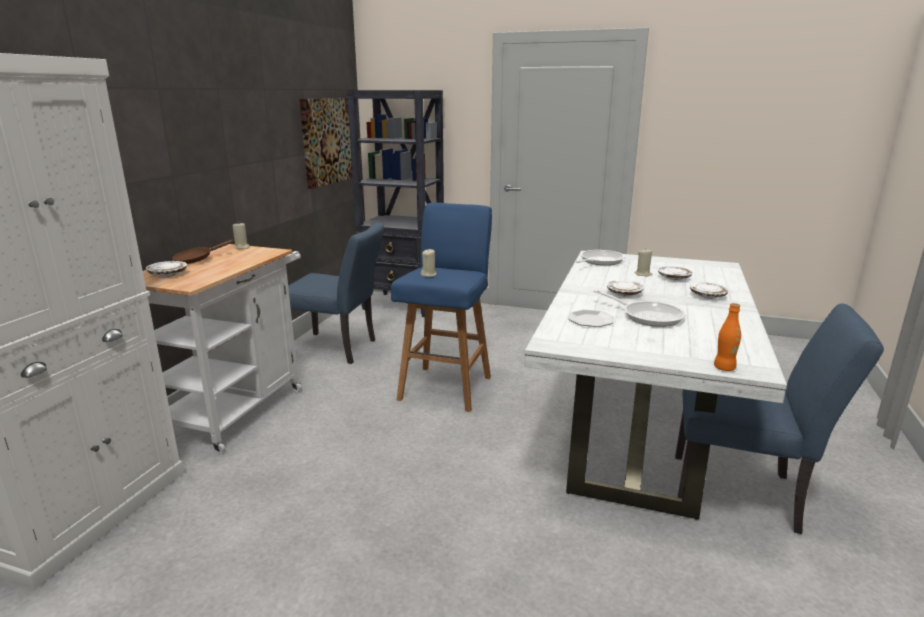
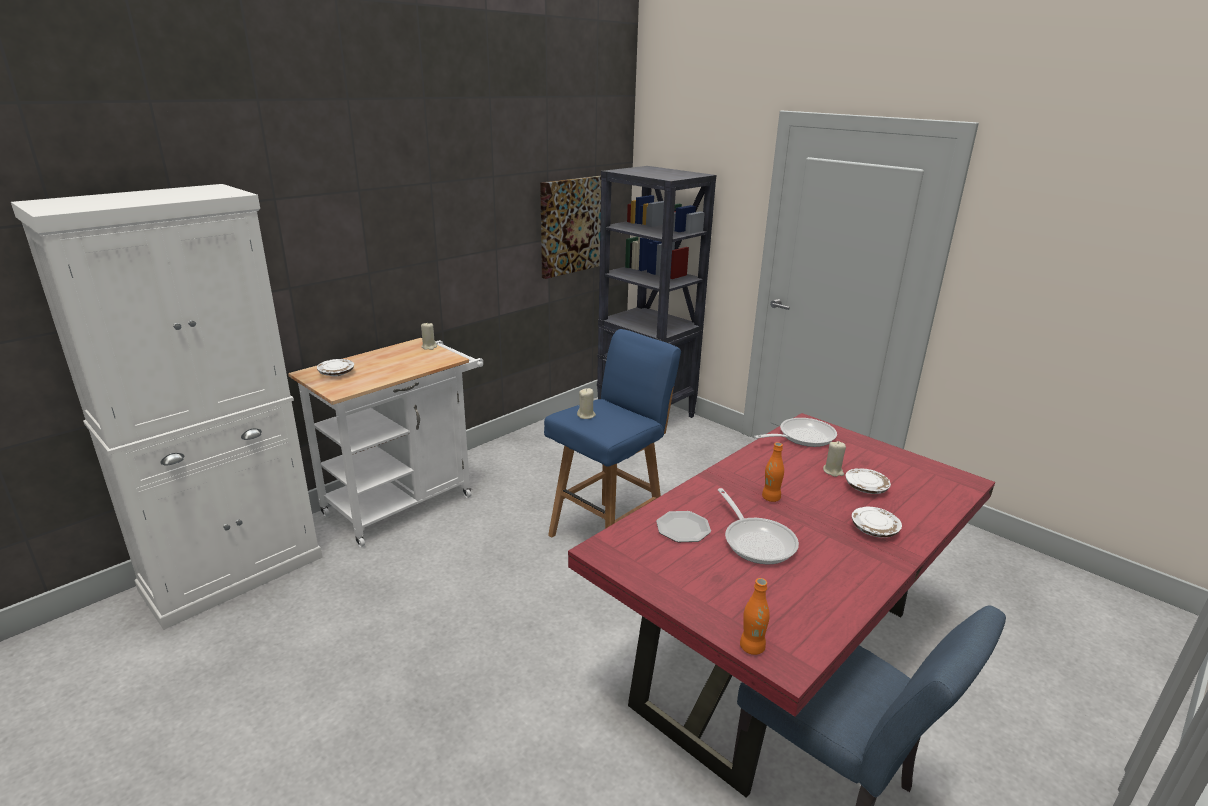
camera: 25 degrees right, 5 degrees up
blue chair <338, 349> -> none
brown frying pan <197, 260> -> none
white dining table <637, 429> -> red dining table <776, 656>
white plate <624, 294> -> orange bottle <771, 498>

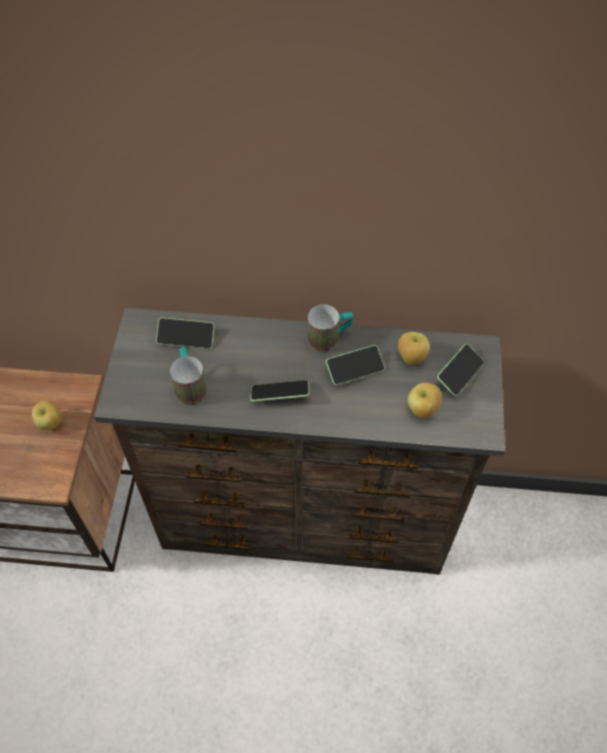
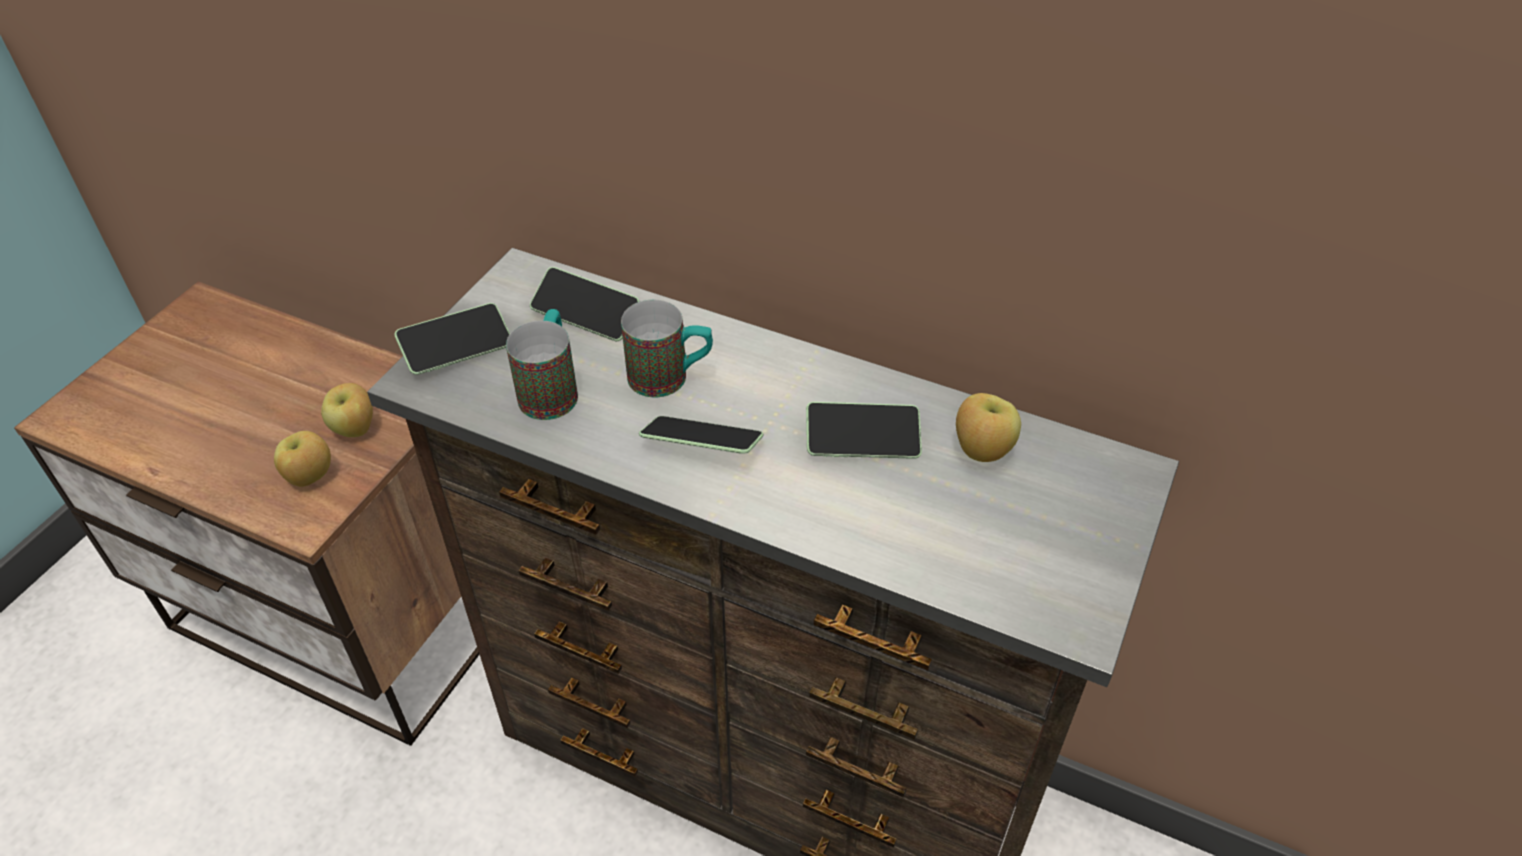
camera: 20 degrees right, 10 degrees down
mug <329, 339> -> mug <670, 378>, move
phone <459, 374> -> phone <457, 350>, move
apple <422, 410> -> apple <310, 477>, move

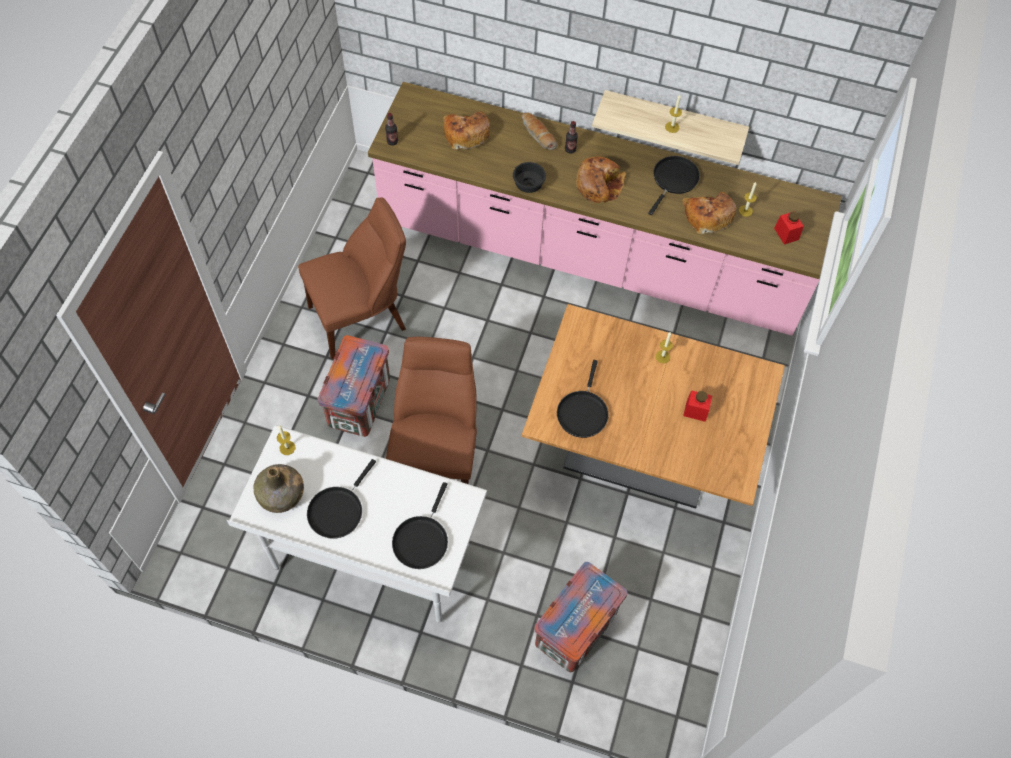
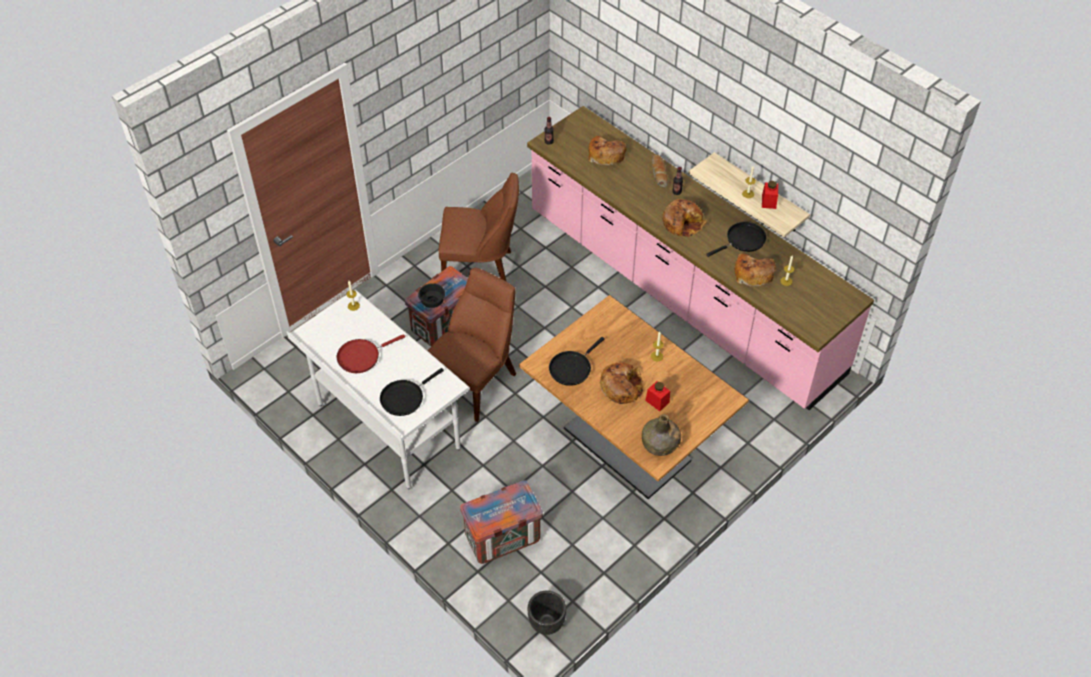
camera: 30 degrees right, 10 degrees down
black bowl <528, 185> -> black bowl <432, 302>, move
red jar <786, 234> -> red jar <768, 202>, move
black frying pan <338, 510> -> red frying pan <361, 356>
green bottle <281, 495> -> green bottle <660, 444>, move
none -> bread <621, 387>
none -> black planter <547, 623>

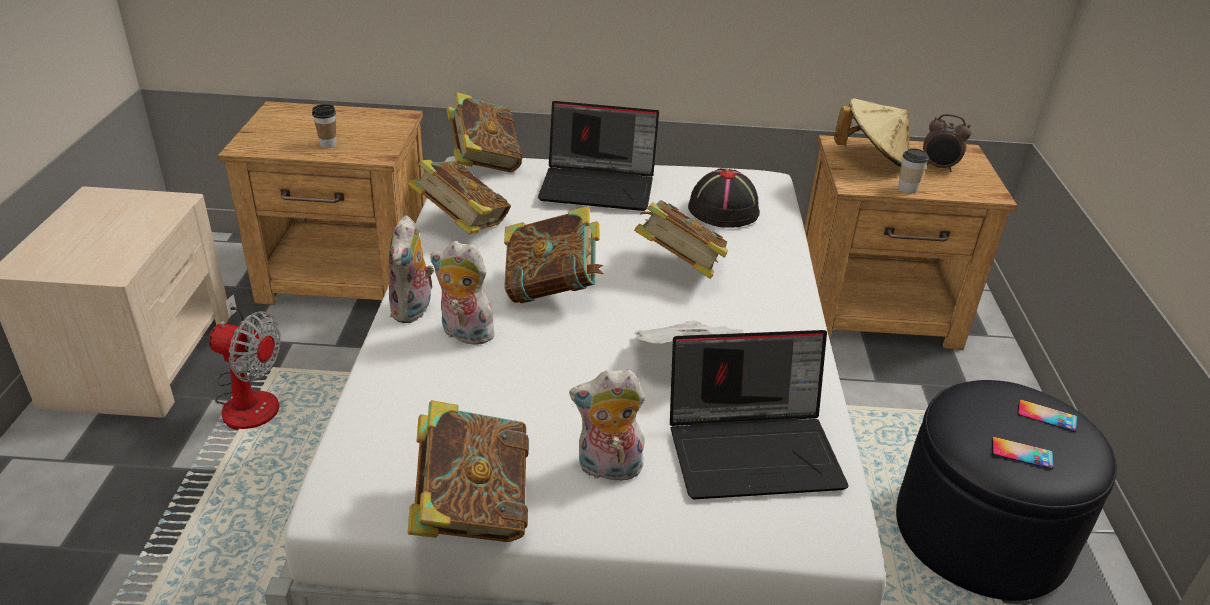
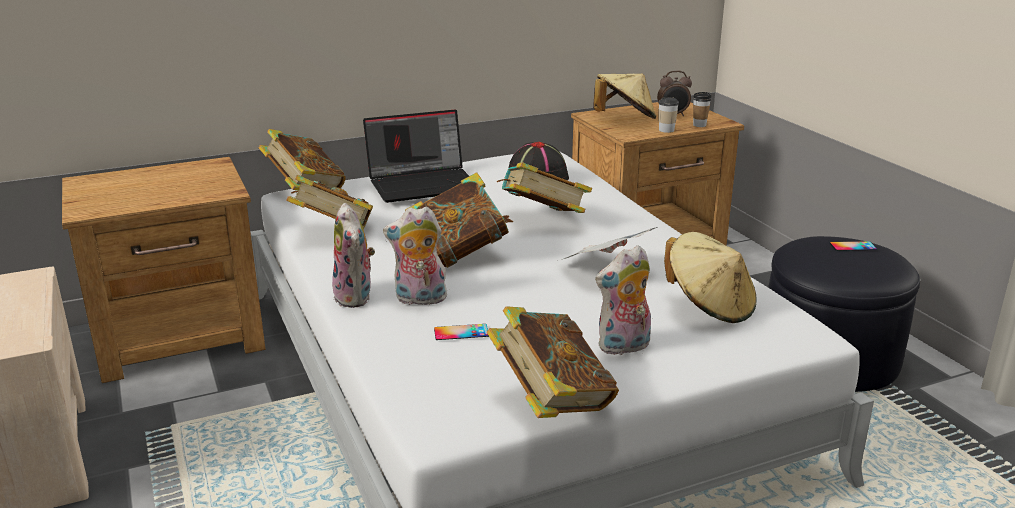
camera: 25 degrees left, 10 degrees down
cup <328, 144> -> cup <699, 125>, move
fan <249, 398> -> none
laptop <754, 449> -> beige hat <709, 306>
phone <1022, 453> -> phone <461, 332>, move

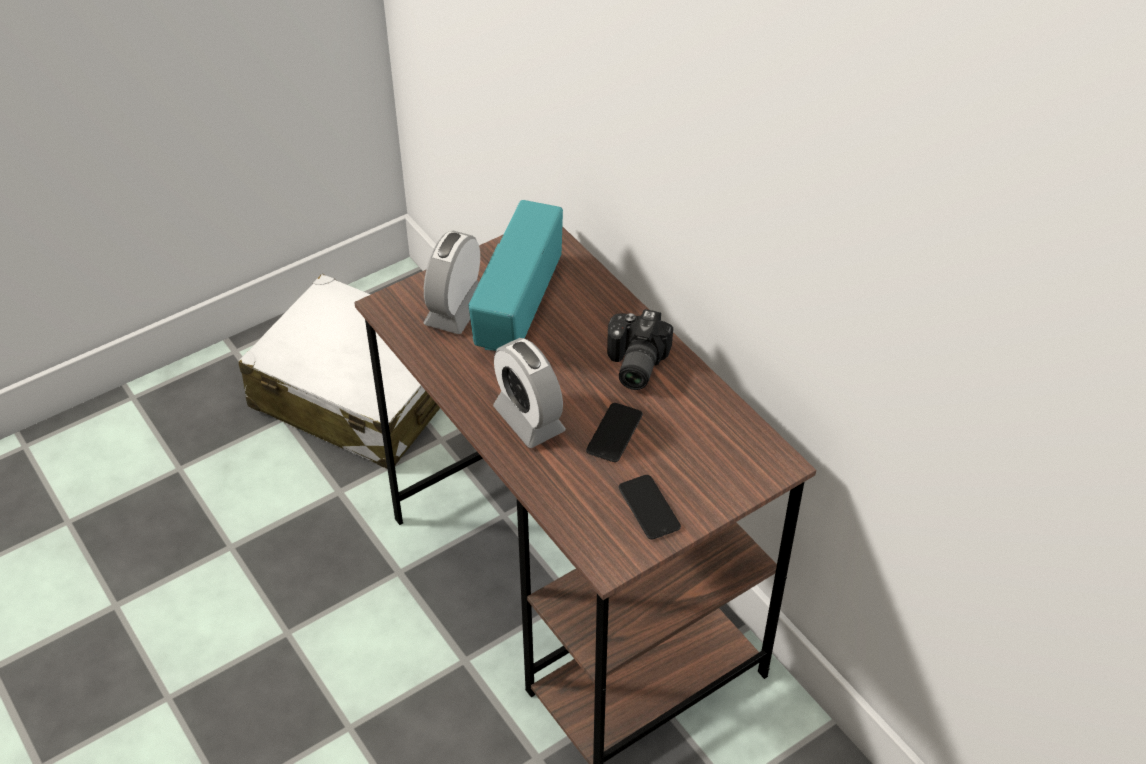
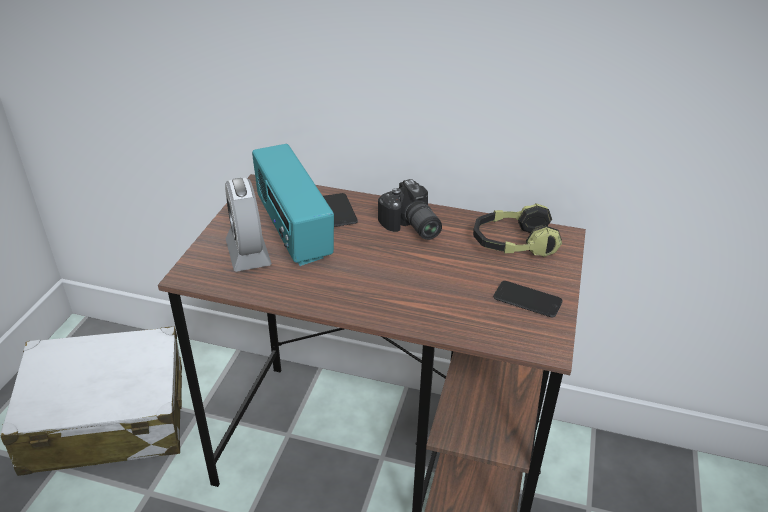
camera: 40 degrees left, 10 degrees down
alarm clock <529, 419> -> none
phone <614, 433> -> phone <338, 210>, move
none -> headphones <513, 244>

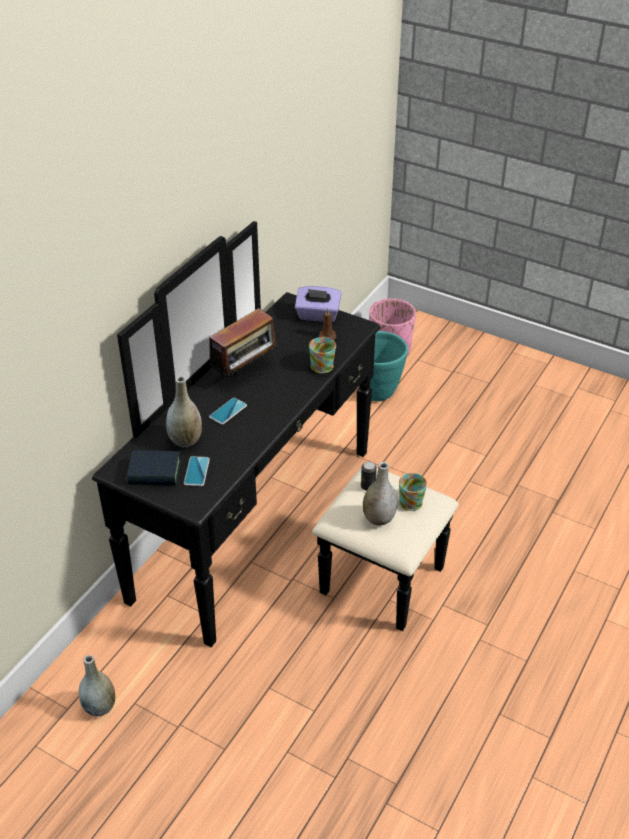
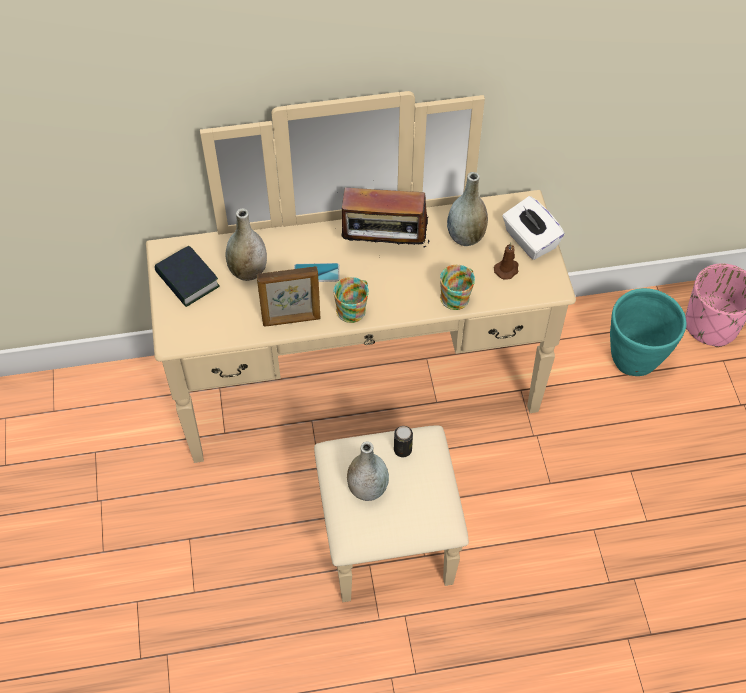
camera: 50 degrees right, 15 degrees up
black dresser <283, 534> -> beige dresser <367, 421>
purple tissue box <318, 315> -> white tissue box <529, 240>
phone <197, 471> -> none
mug <410, 499> -> mug <354, 308>, move
grey vase <100, 707> -> grey vase <465, 237>, move
none -> picture frame <291, 320>

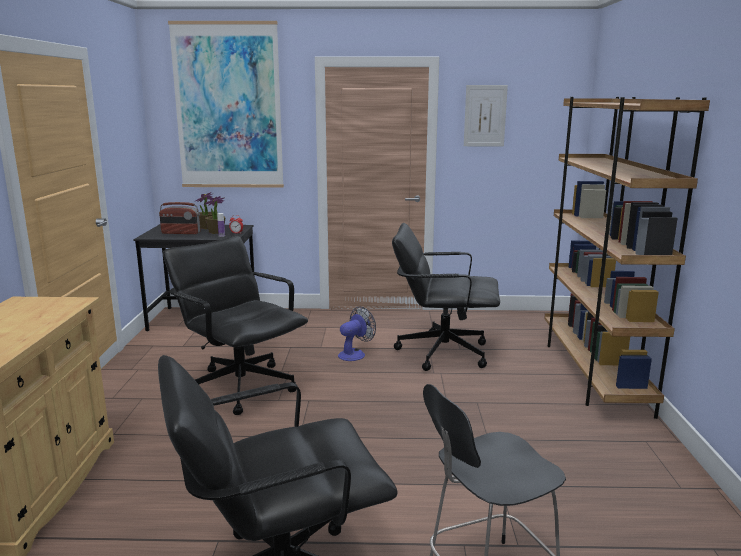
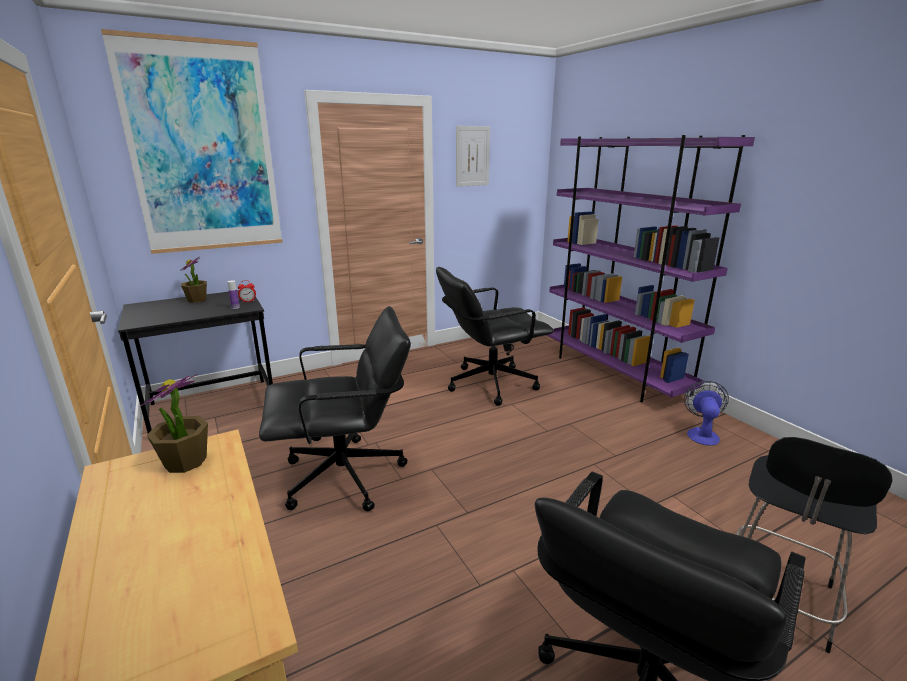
camera: 30 degrees left, 5 degrees up
brown bookcase <593, 373> -> purple bookcase <614, 373>
potted plant <216, 232> -> potted plant <185, 462>, move
radio <181, 233> -> none
black office chair <241, 387> -> black office chair <345, 476>, 150 degrees clockwise
fan <355, 354> -> fan <701, 433>, move

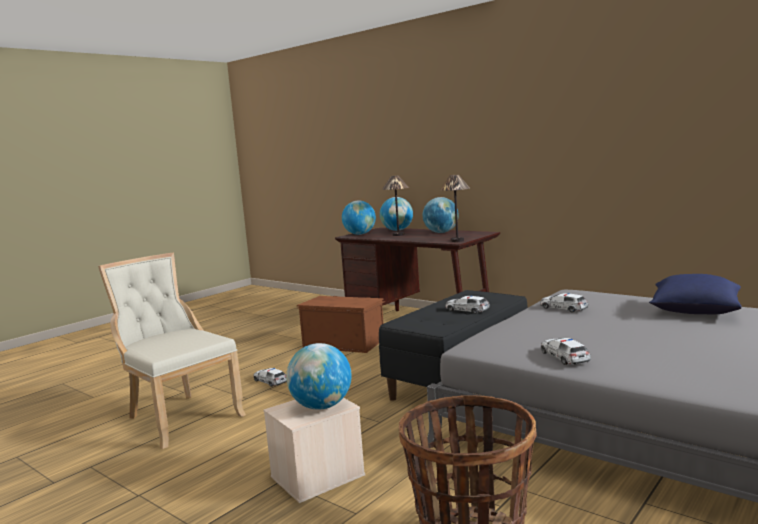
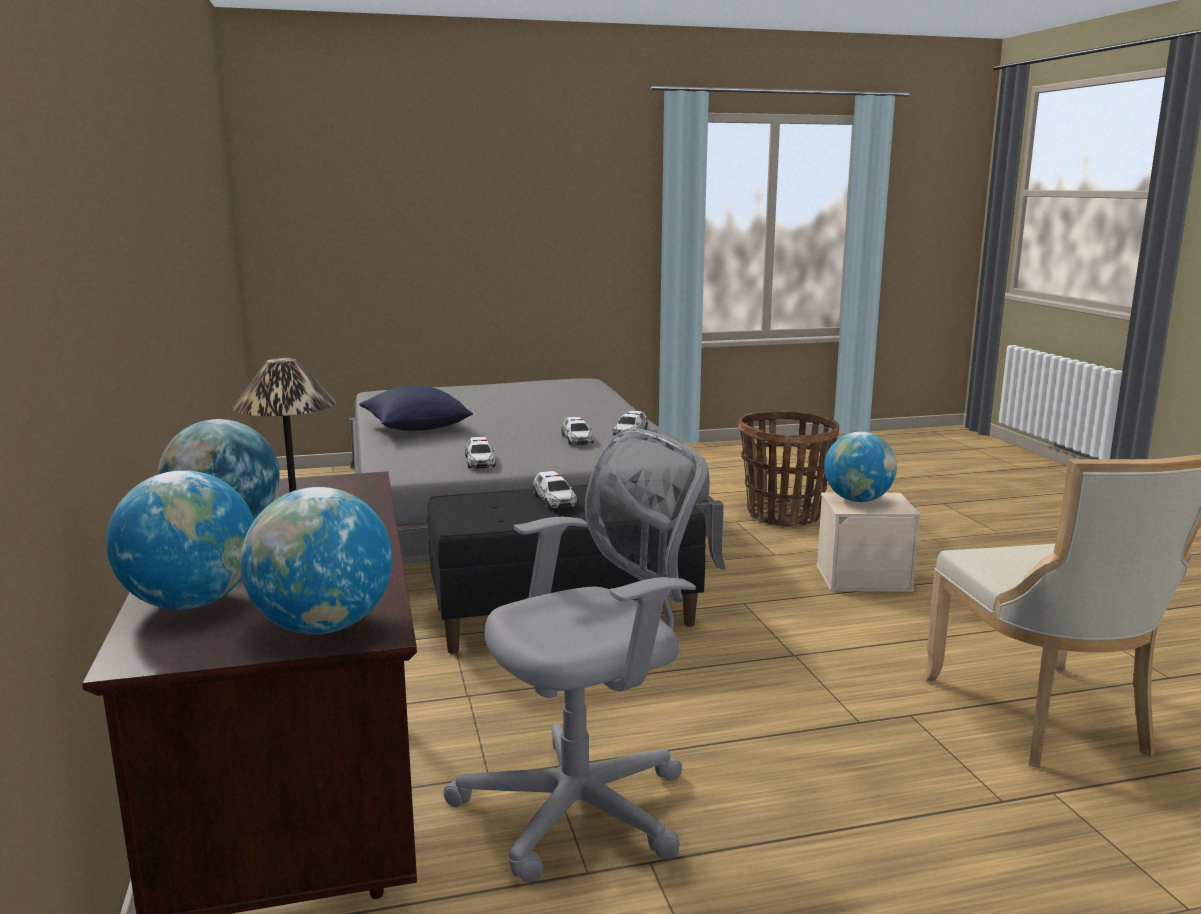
camera: 145 degrees left, 5 degrees up
table lamp <457, 241> -> none
brown storage box <344, 343> -> grey office chair <585, 806>
toy car <270, 381> -> toy car <577, 439>, move

